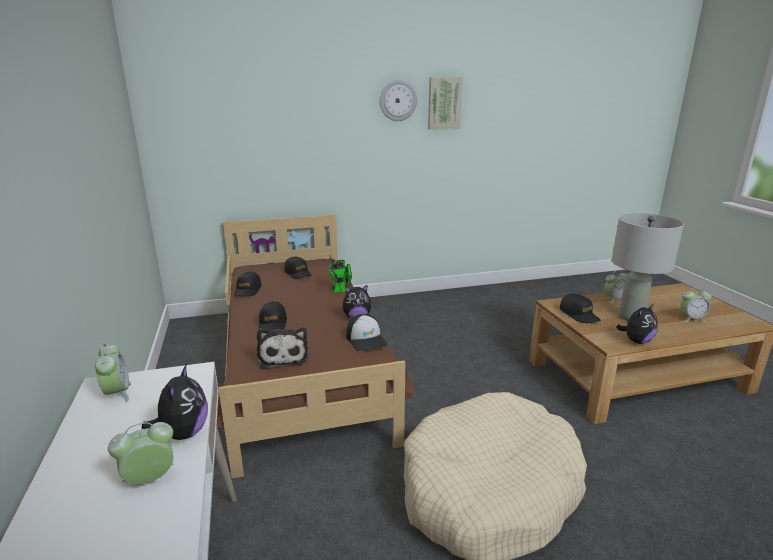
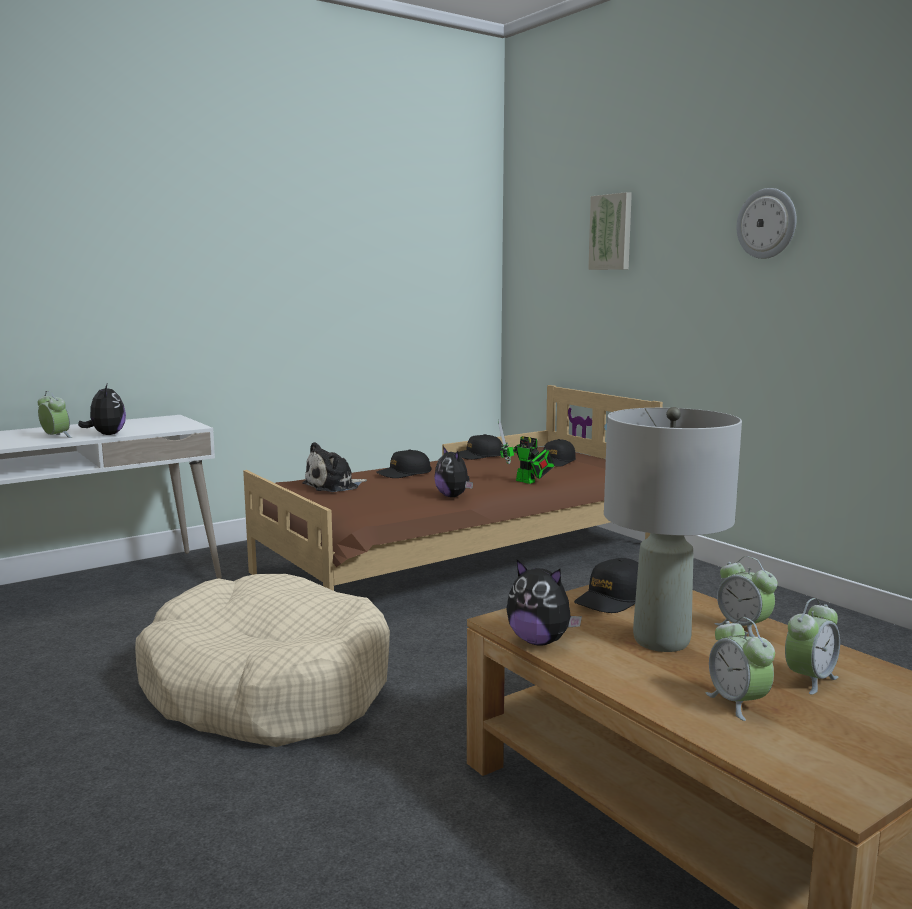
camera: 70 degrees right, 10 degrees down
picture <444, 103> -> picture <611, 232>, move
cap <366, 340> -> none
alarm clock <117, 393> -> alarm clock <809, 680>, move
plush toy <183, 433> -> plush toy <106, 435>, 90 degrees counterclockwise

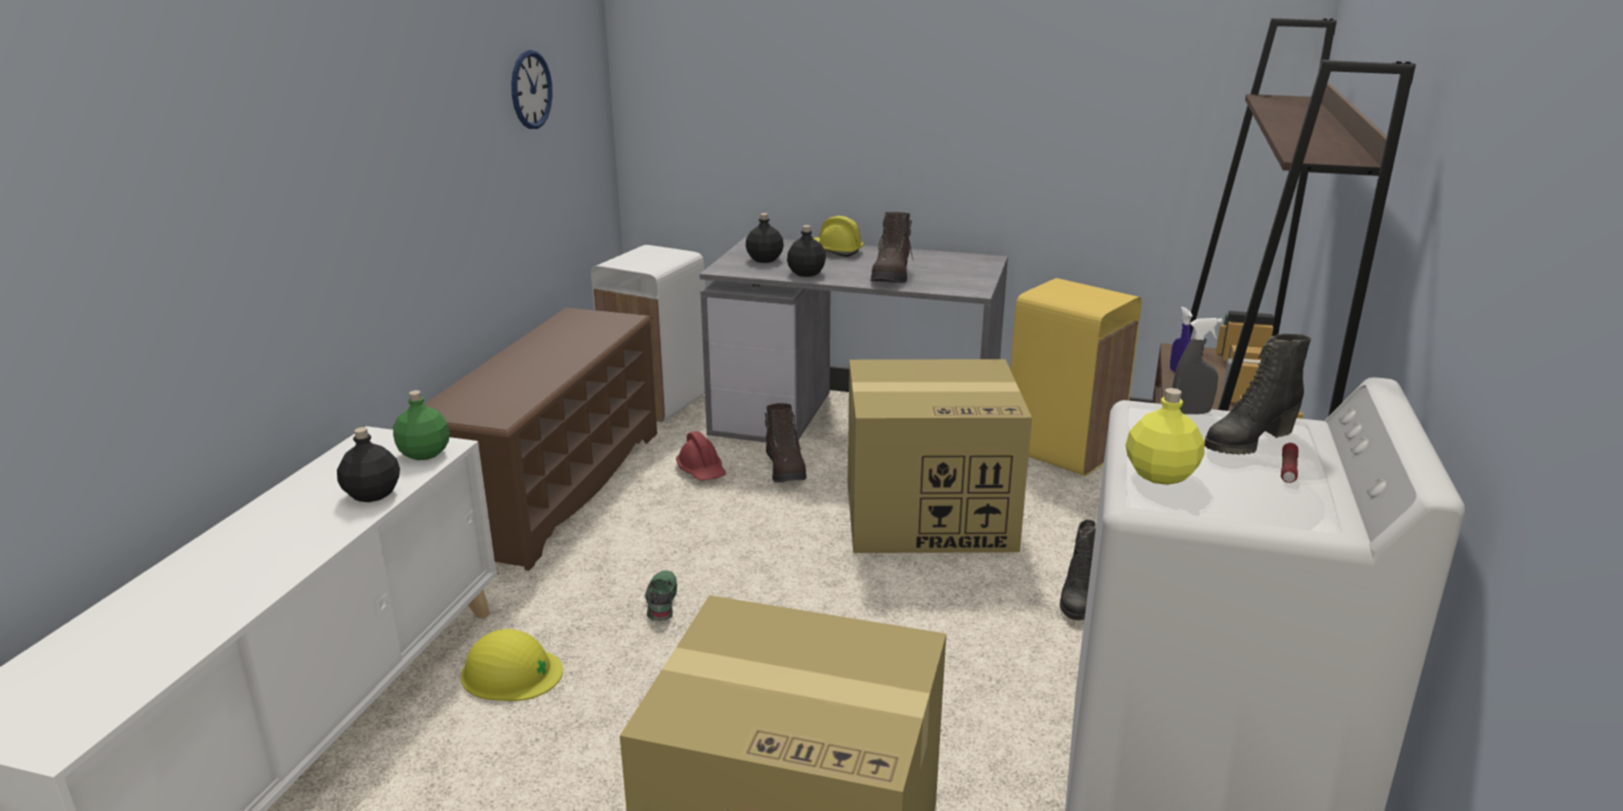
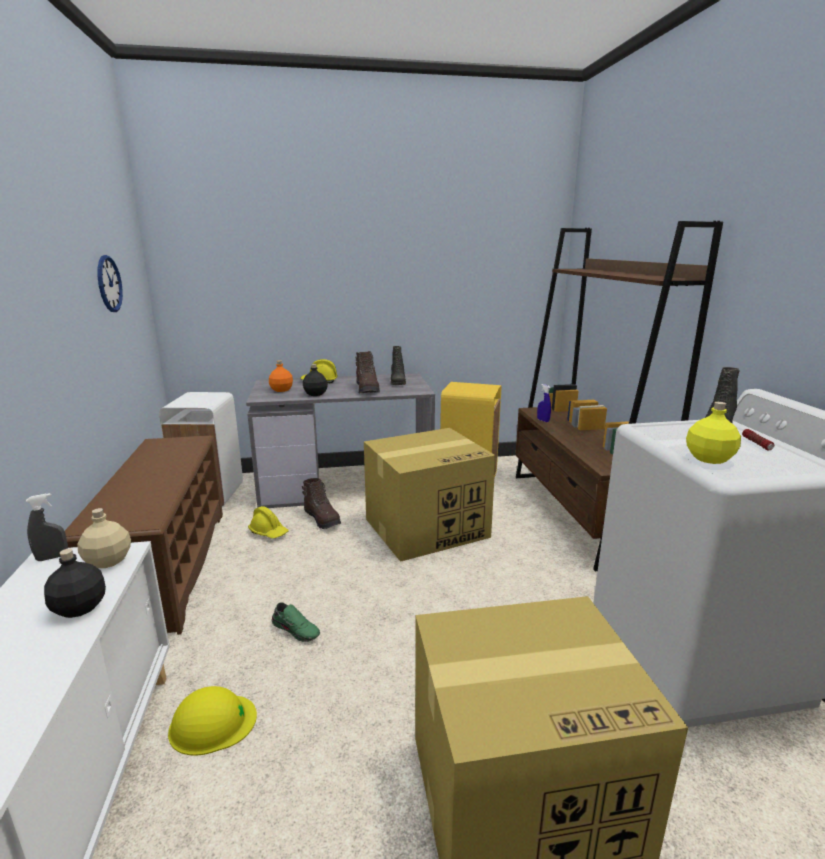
camera: 25 degrees left, 5 degrees down
black bottle <765, 259> -> orange bottle <281, 390>
grey spray bottle <1190, 412> -> grey spray bottle <52, 557>, move
green bottle <424, 453> -> beige bottle <108, 561>
red hard hat <702, 471> -> yellow hard hat <269, 532>
black boot <1076, 600> -> black boot <397, 382>, move
green shoe <660, 602> -> green shoe <297, 629>, 150 degrees clockwise

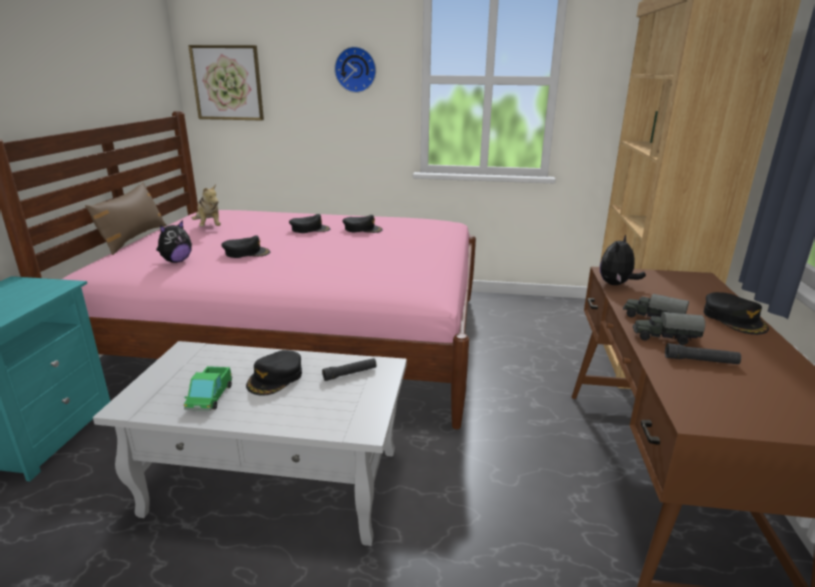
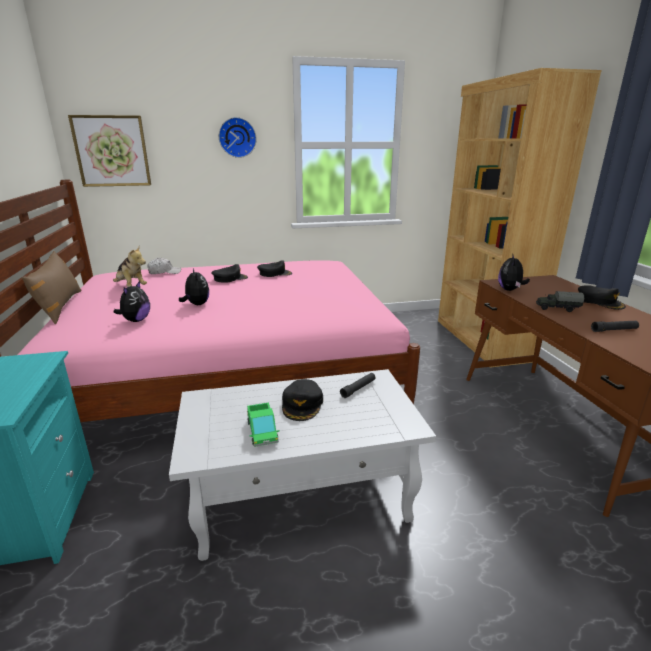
camera: 20 degrees left, 0 degrees up
black cap <246, 253> -> plush toy <196, 304>
toy truck <664, 338> -> none
none -> white cap <164, 272>

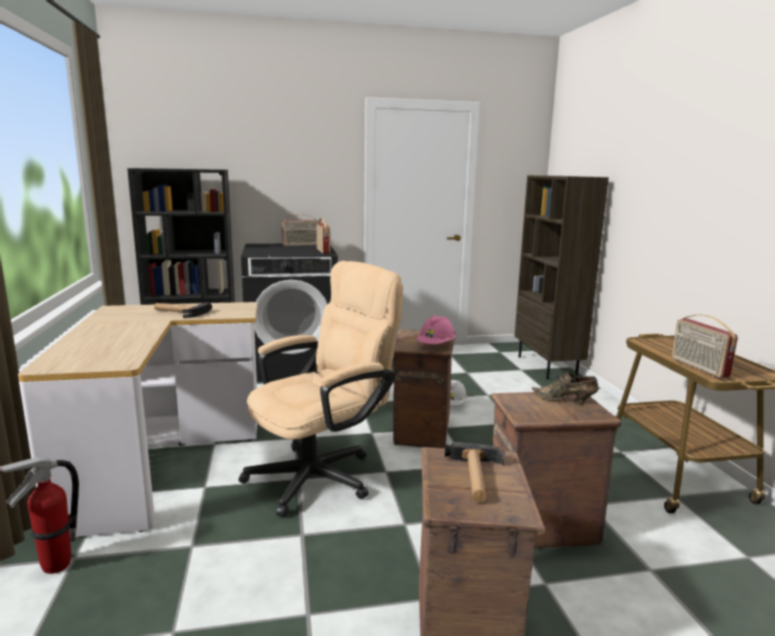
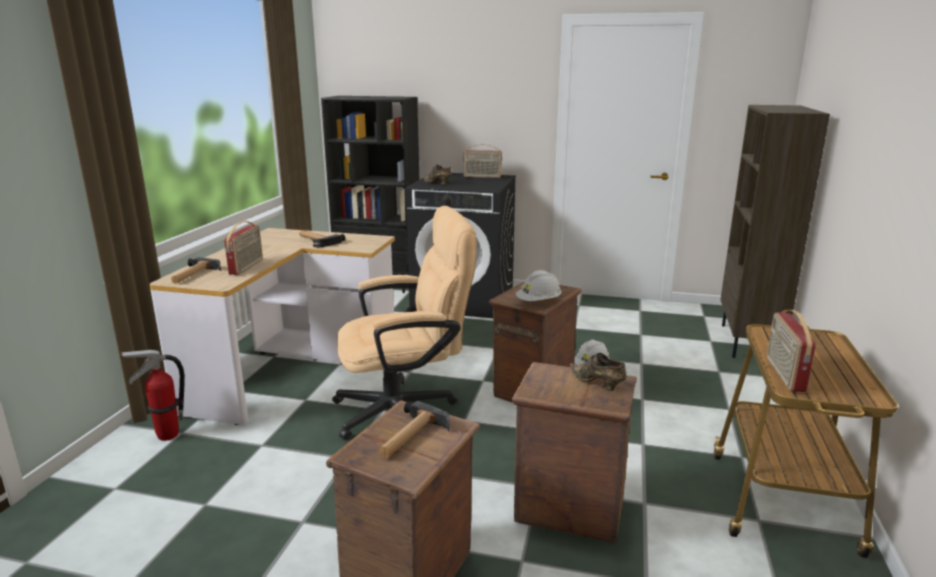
camera: 25 degrees right, 5 degrees up
radio <323, 251> -> radio <247, 267>, move
pink hard hat <436, 345> -> white hard hat <538, 302>
none -> brown shoe <438, 183>
none -> hammer <193, 275>

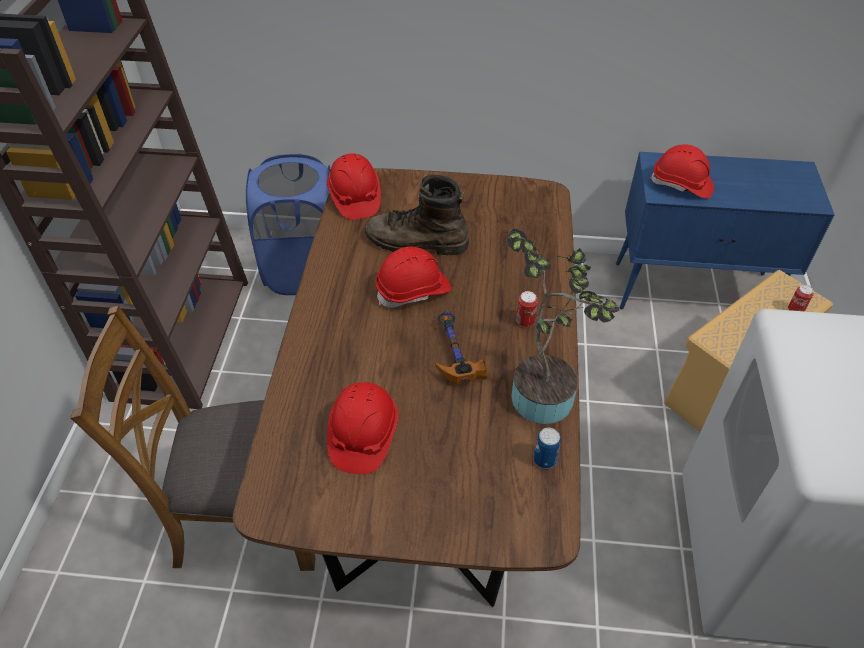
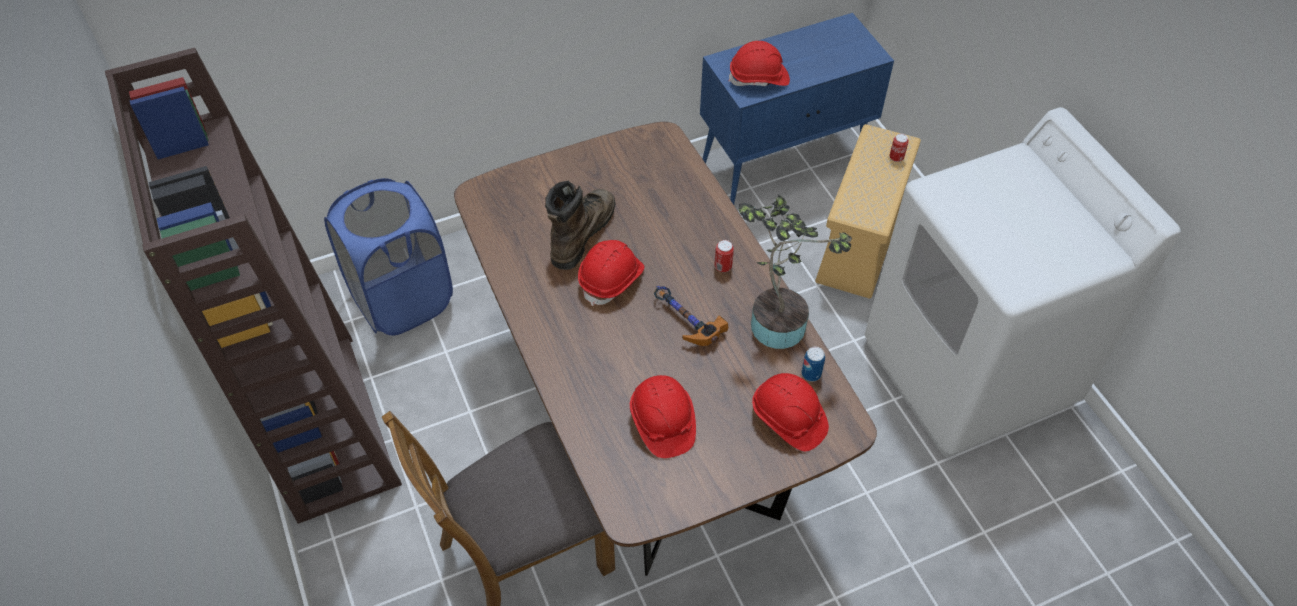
camera: 30 degrees left, 5 degrees up
red hard hat <354, 198> -> red hard hat <788, 419>, move
brown boot <416, 243> -> brown boot <581, 233>, 135 degrees clockwise

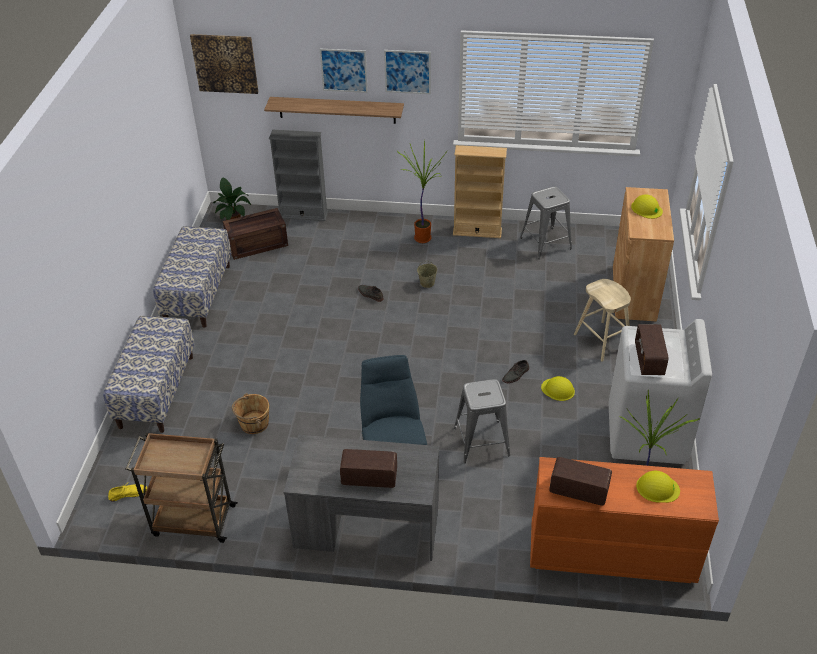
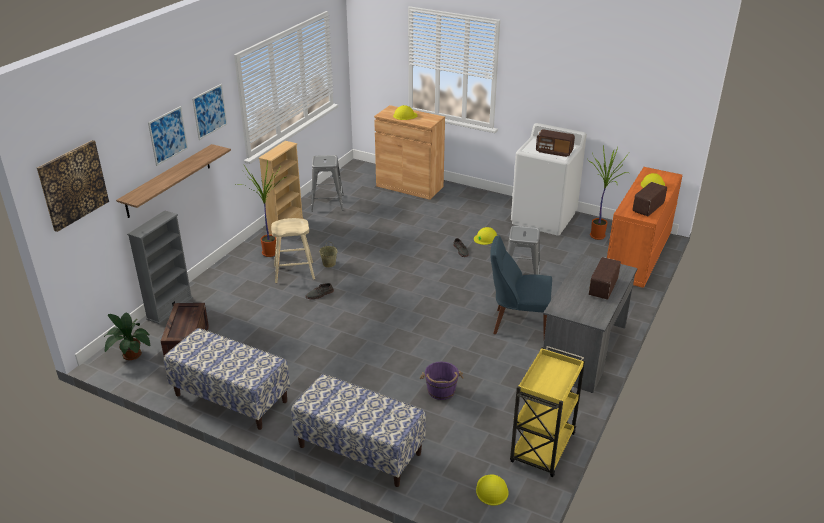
camera: 70 degrees left, 10 degrees down
beige stool <602, 341> -> beige stool <294, 272>, move
brown bucket <253, 423> -> purple bucket <441, 391>
brown cart <192, 520> -> yellow cart <542, 449>
yellow shoe <128, 493> -> yellow hard hat <492, 490>

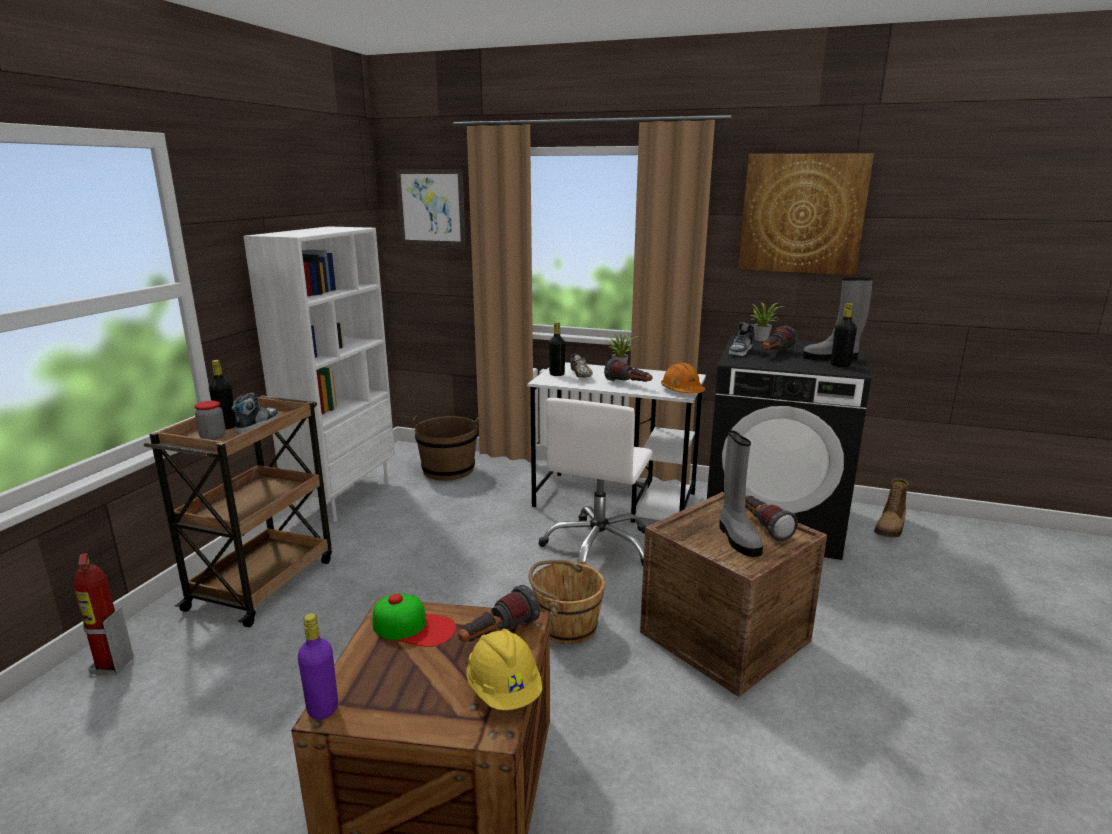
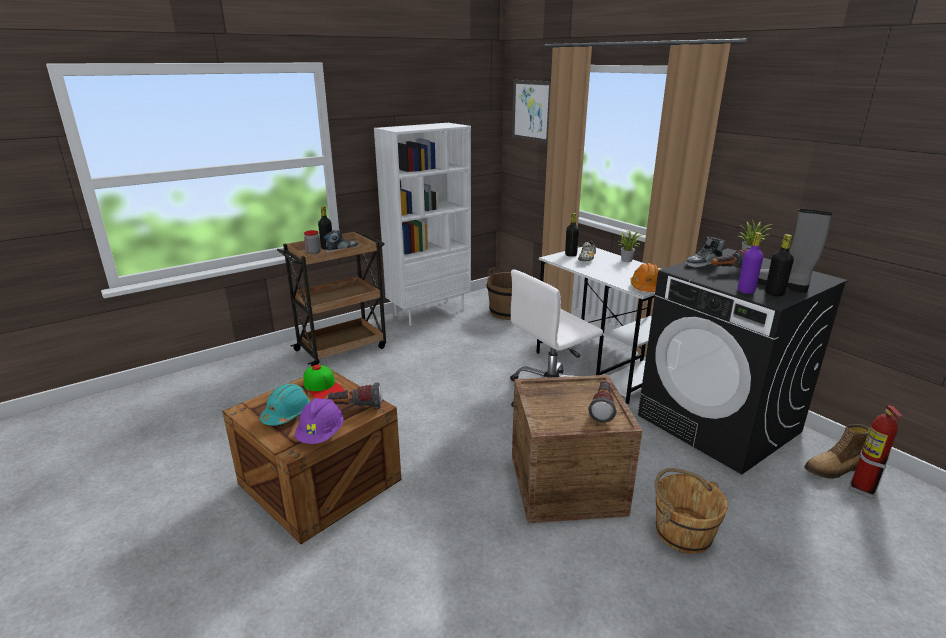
camera: 35 degrees right, 5 degrees up
picture <802, 214> -> none
flashlight <629, 384> -> none
grey boot <737, 538> -> none
fire extinguisher <111, 666> -> fire extinguisher <862, 489>, move
brown bucket <566, 625> -> brown bucket <682, 532>, move
purple bottle <323, 709> -> purple bottle <746, 291>, move
yellow hard hat <504, 691> -> purple hard hat <321, 435>
none -> turquoise hard hat <287, 414>

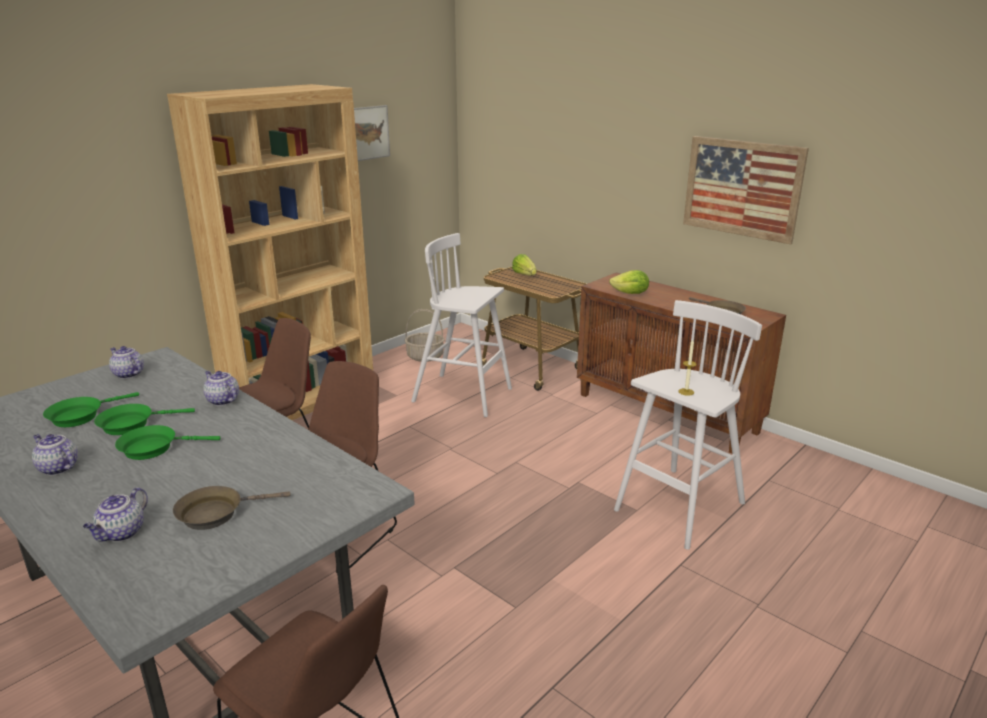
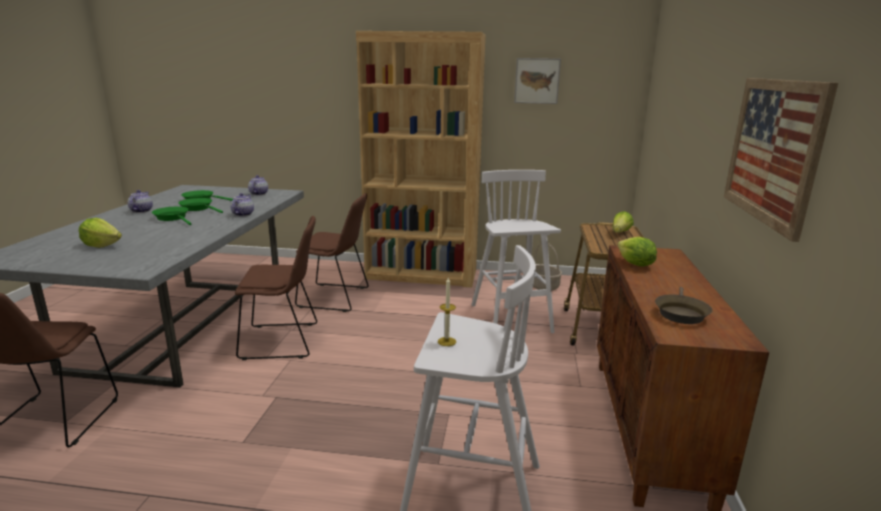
camera: 55 degrees right, 5 degrees down
brown frying pan <216, 513> -> lettuce <101, 245>
teapot <121, 533> -> none

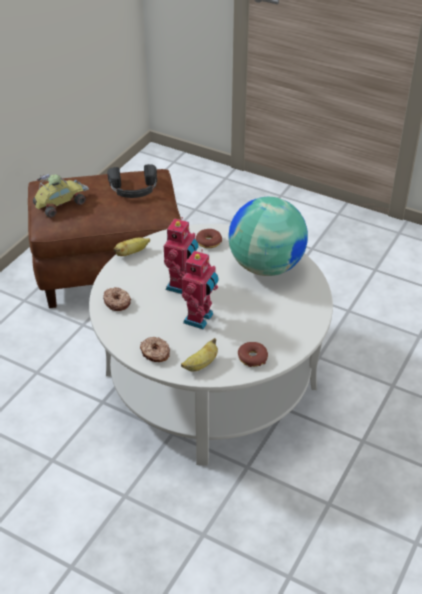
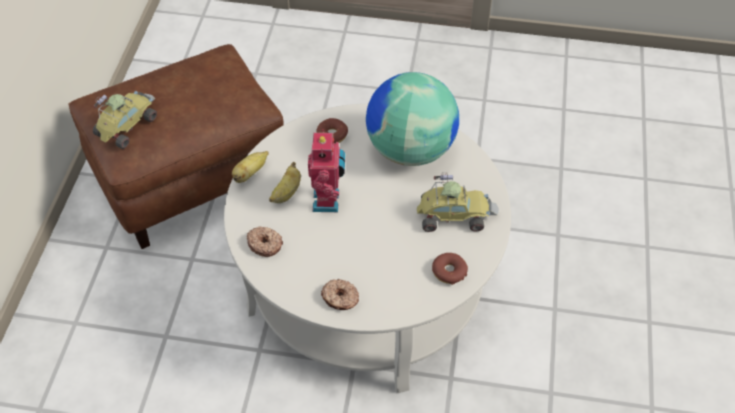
camera: 20 degrees left, 10 degrees up
black headphones <134, 188> -> none
toy robot <200, 319> -> none
banana <201, 365> -> banana <286, 193>, move
none -> toy car <453, 214>

